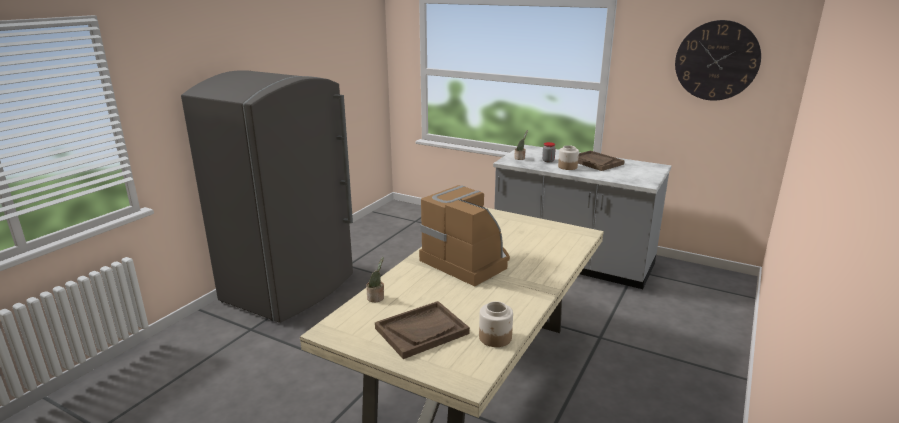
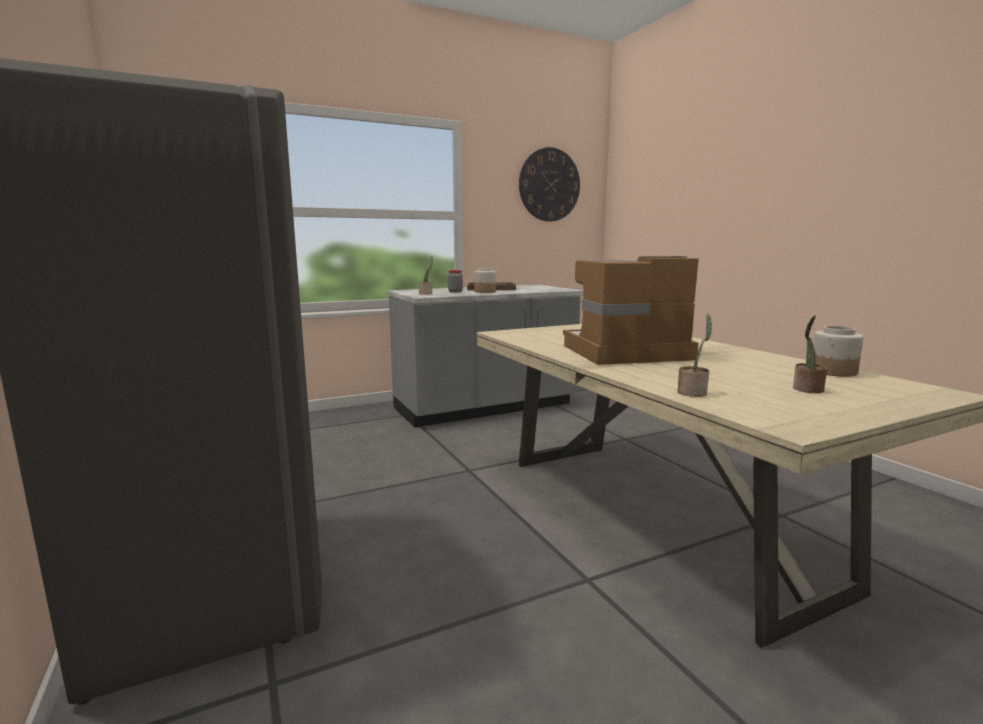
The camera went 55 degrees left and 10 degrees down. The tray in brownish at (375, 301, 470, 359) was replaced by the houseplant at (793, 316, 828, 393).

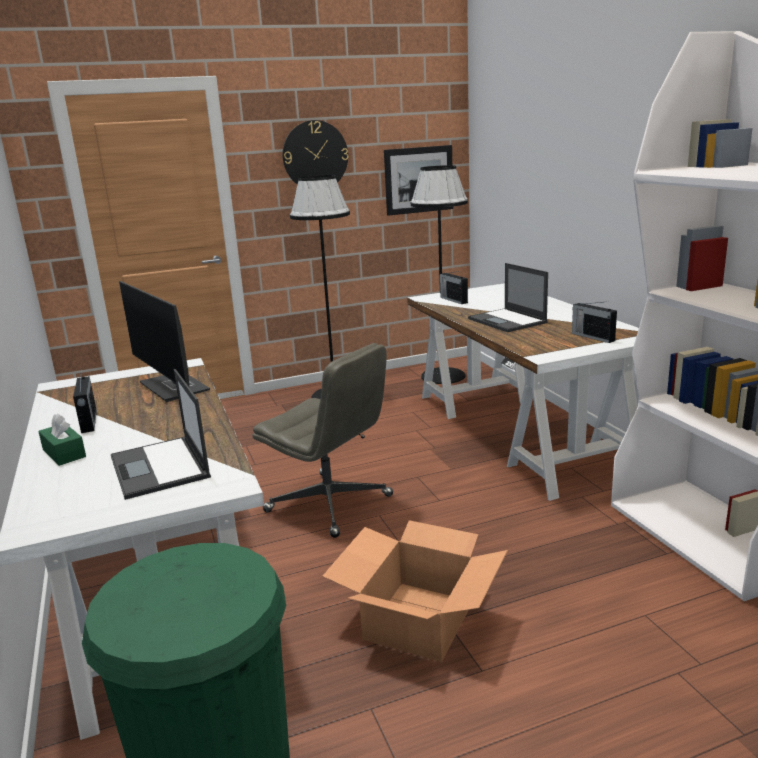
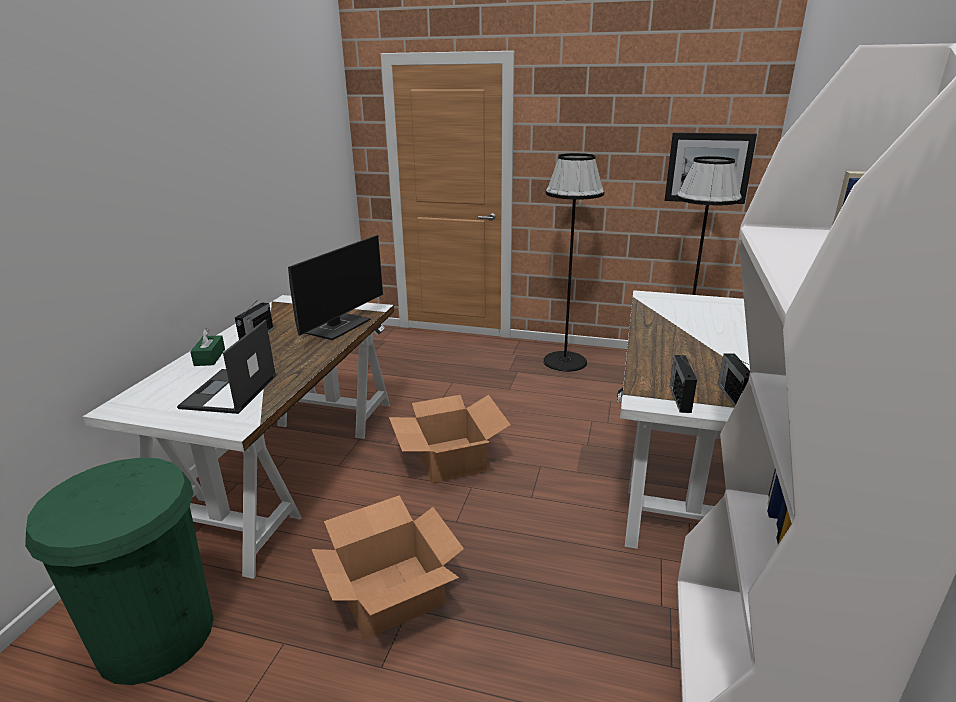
The camera went 35 degrees right and 5 degrees up. The computer display at (119, 281, 210, 402) turned 150 degrees counterclockwise. The office chair in greyish at (253, 343, 393, 538) was replaced by the packing box at (389, 395, 511, 483). The radio moved from (440, 271, 468, 304) to (670, 355, 697, 413). The wall clock at (283, 120, 348, 185) disappeared. The laptop at (468, 263, 548, 332) disappeared.

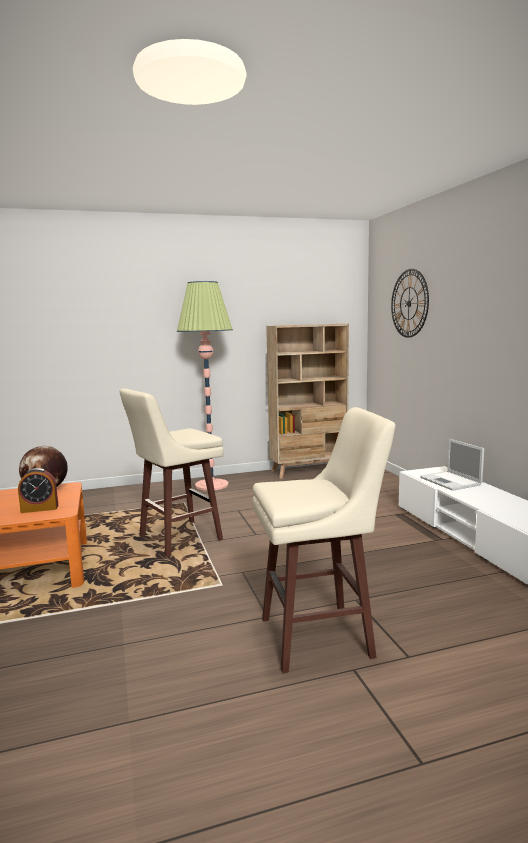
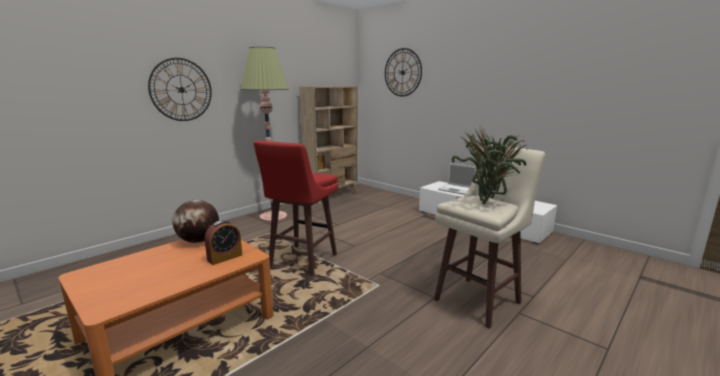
The camera went 30 degrees left and 5 degrees up. The wall clock at (148, 58, 212, 121) appeared. The stool in beige at (119, 388, 224, 556) became the stool in red-coloured at (254, 141, 338, 276). The houseplant at (452, 127, 526, 204) appeared.

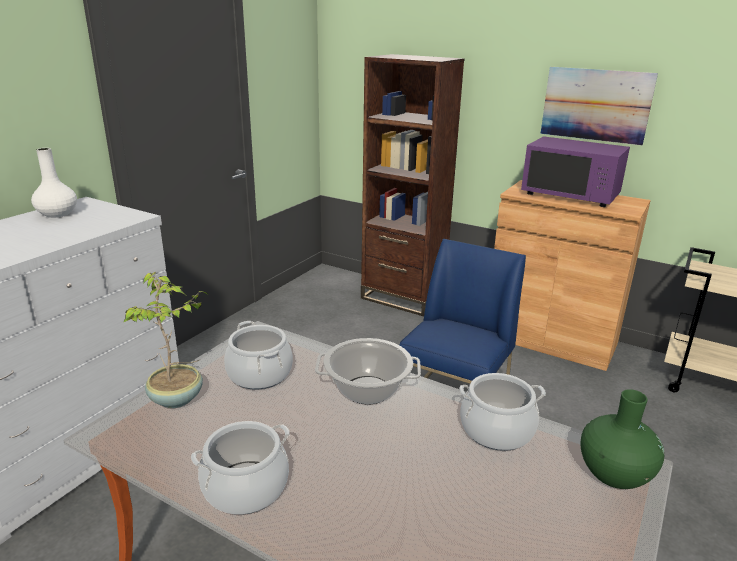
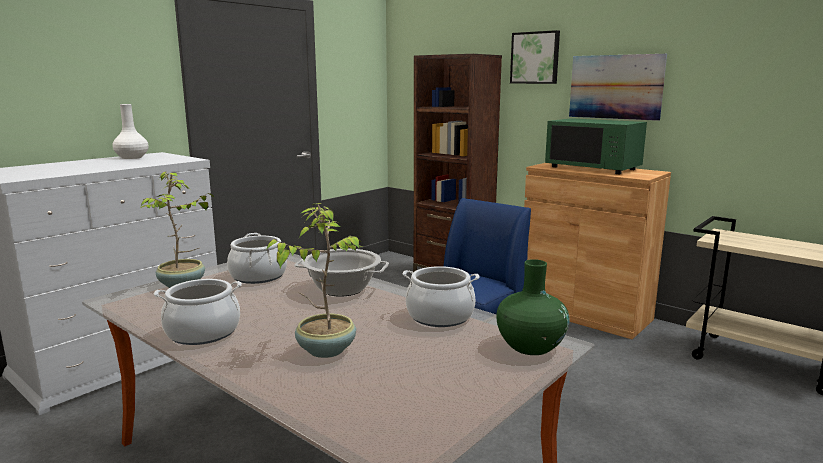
The camera went 10 degrees right and 10 degrees down. The houseplant at (266, 203, 363, 358) appeared. The picture at (510, 30, 560, 84) appeared. The microwave oven in purplish at (521, 136, 630, 207) became the microwave oven in green at (545, 118, 647, 174).

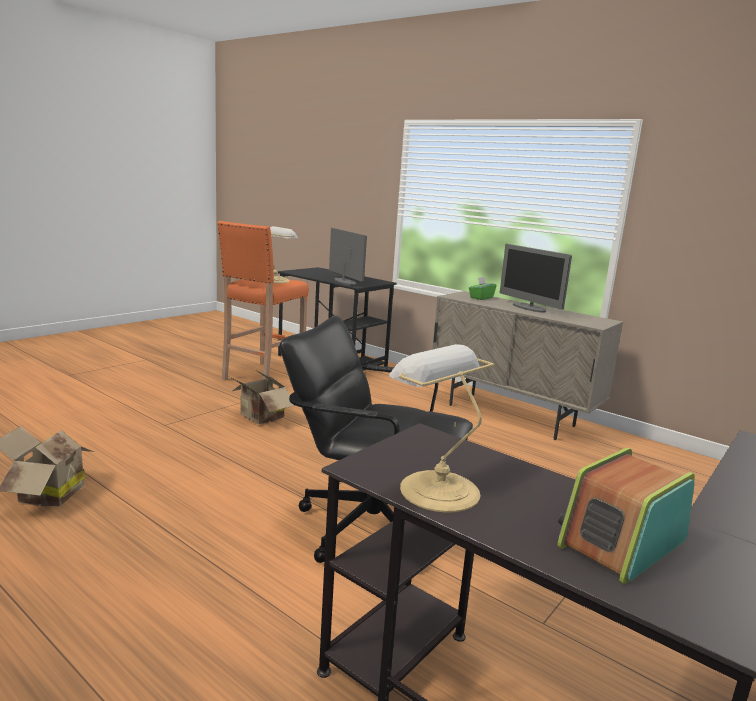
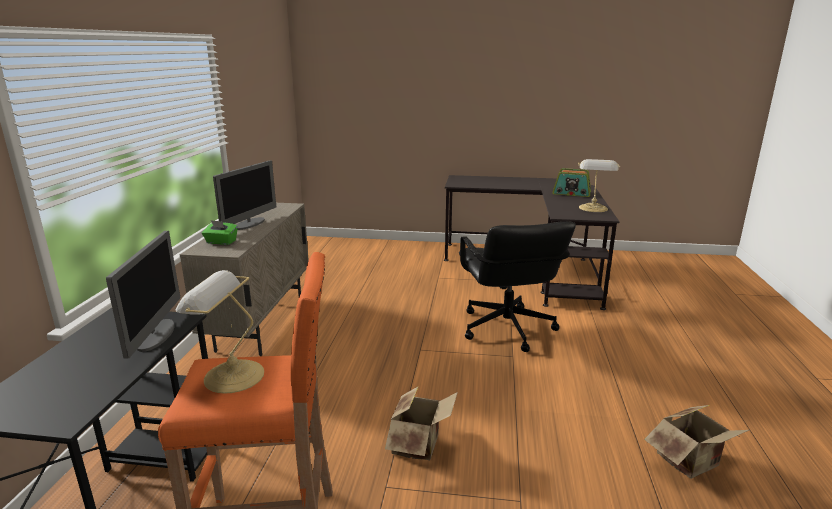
The camera went 120 degrees left and 5 degrees up. The computer display at (329, 228, 367, 285) turned 150 degrees clockwise.

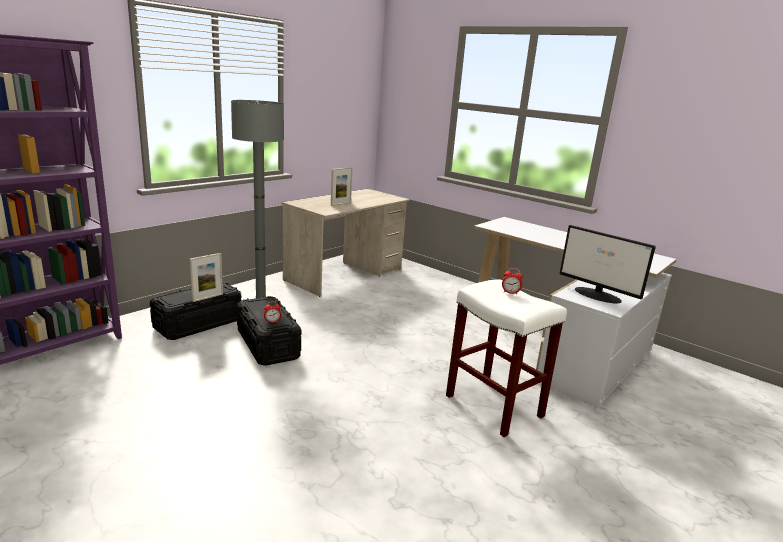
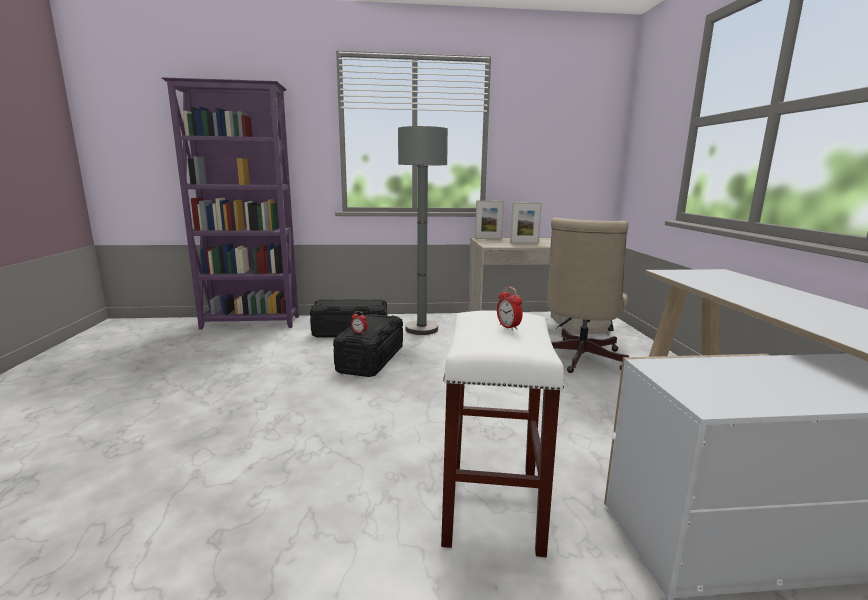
The camera went 45 degrees right and 5 degrees down. The picture frame moved from (189, 253, 223, 302) to (475, 200, 504, 239). The office chair in beige at (547, 218, 629, 373) appeared. The computer display at (560, 225, 656, 303) disappeared.

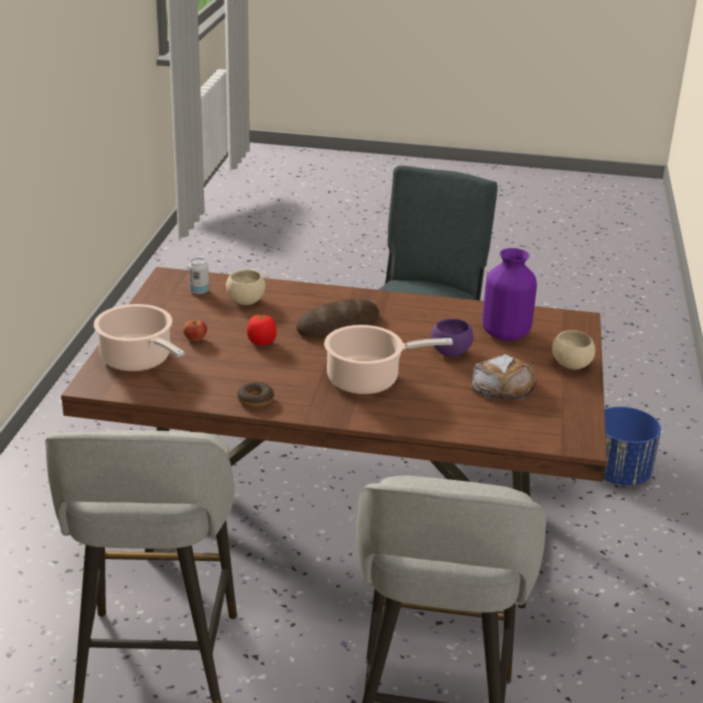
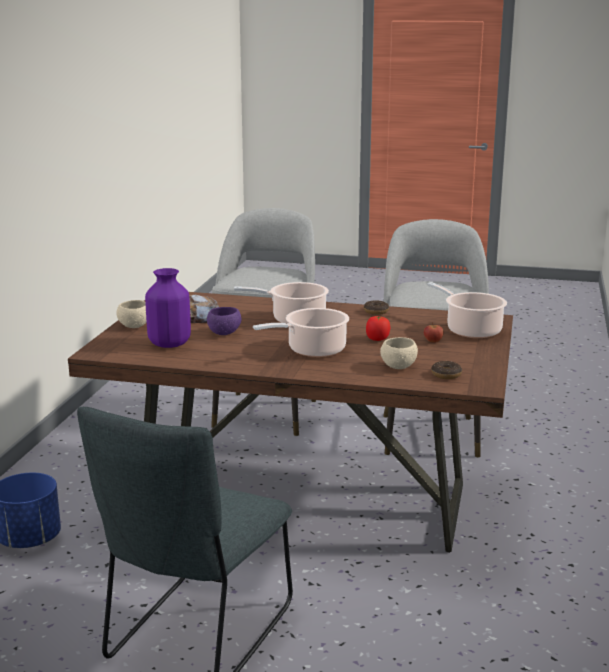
The camera went 175 degrees left and 10 degrees down. The baked bread at (296, 299, 379, 337) was replaced by the cooking pot at (253, 308, 349, 357). The can at (189, 258, 209, 294) was replaced by the ring doughnut at (431, 361, 462, 379).

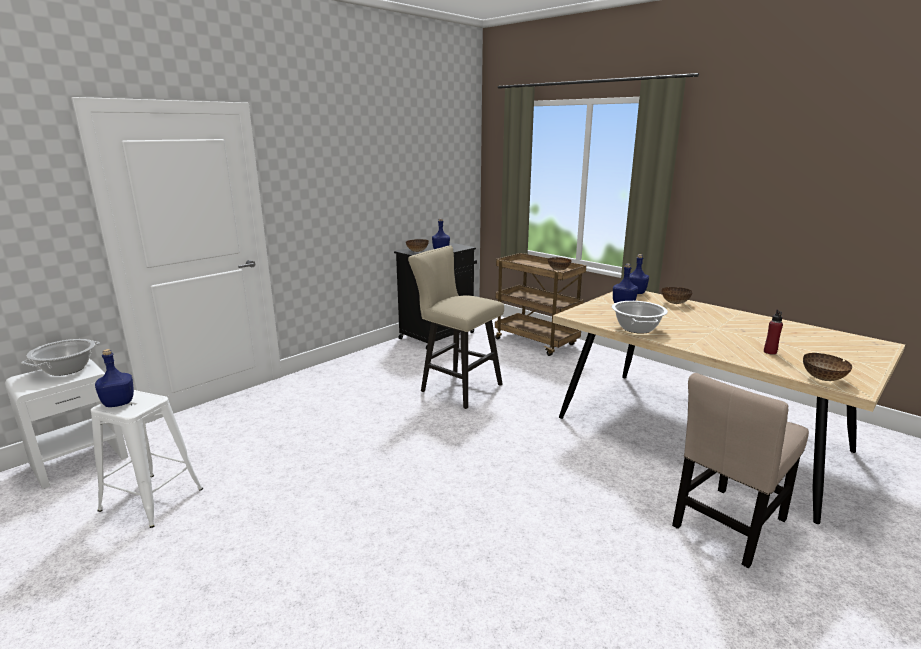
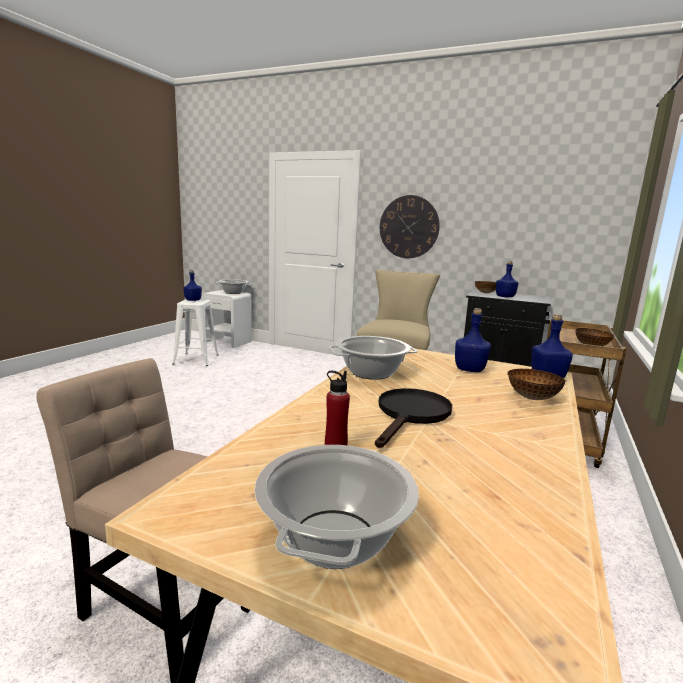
The camera went 70 degrees right and 5 degrees down. The cooking pot at (254, 445, 419, 569) appeared. The skillet in black-coloured at (375, 388, 452, 448) appeared. The wall clock at (380, 195, 440, 258) appeared. The bowl at (803, 353, 852, 381) disappeared.

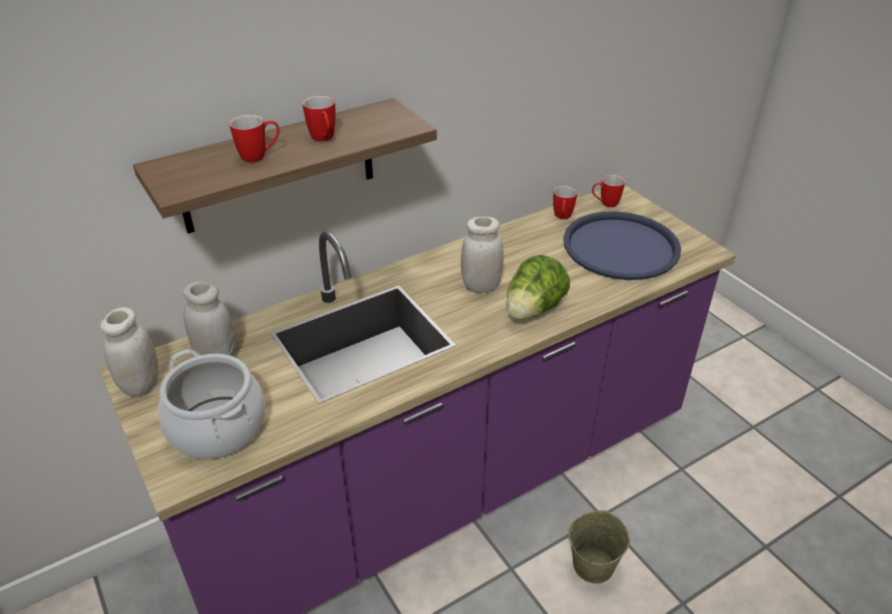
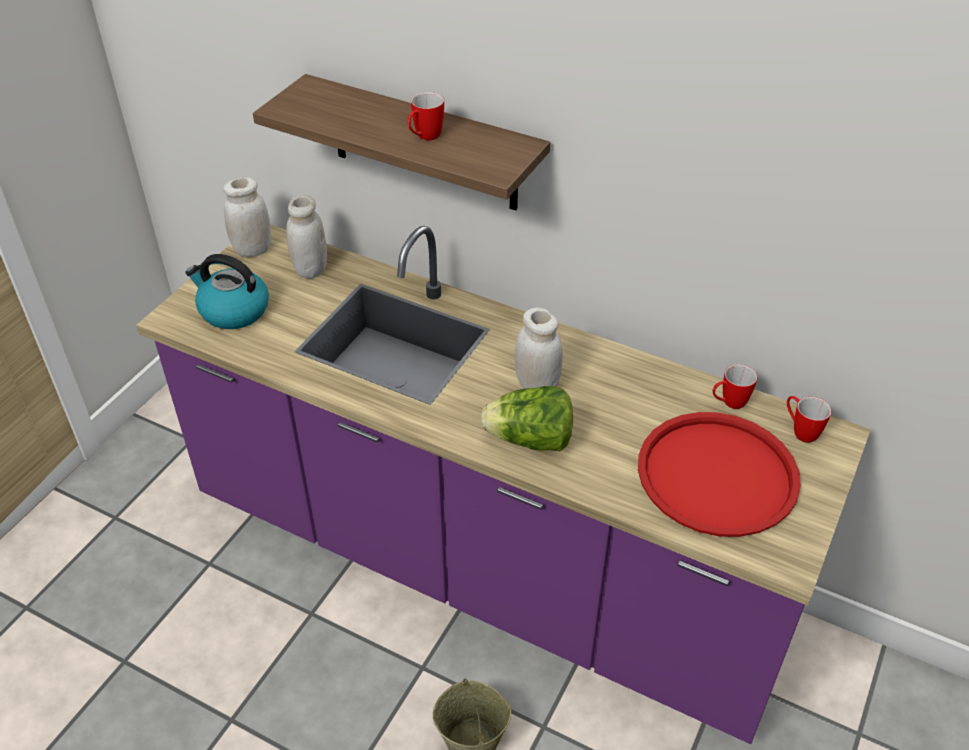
The camera went 60 degrees right and 5 degrees up. The cooking pot at (158, 349, 265, 459) was replaced by the kettle at (185, 254, 269, 329). The tray in blue at (563, 211, 681, 280) became the tray in red-coloured at (638, 412, 801, 537). The tea mug at (229, 115, 280, 162) disappeared.

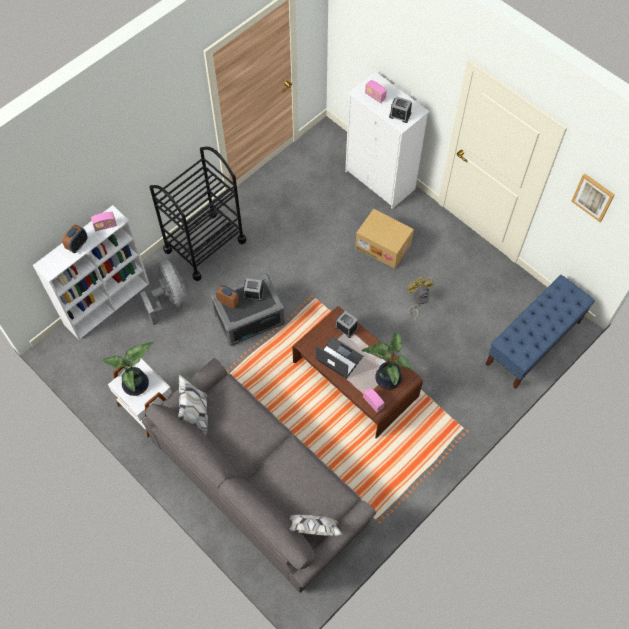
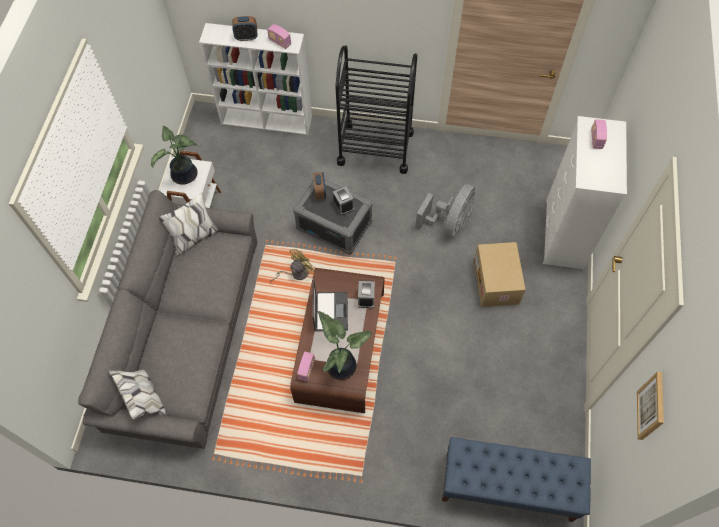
The camera went 55 degrees right and 0 degrees up. The electric fan in yellow moved from (407, 277, 434, 321) to (270, 249, 315, 282). The electric fan in greyish moved from (140, 259, 187, 325) to (415, 184, 475, 236). The table clock at (389, 96, 412, 123) disappeared.

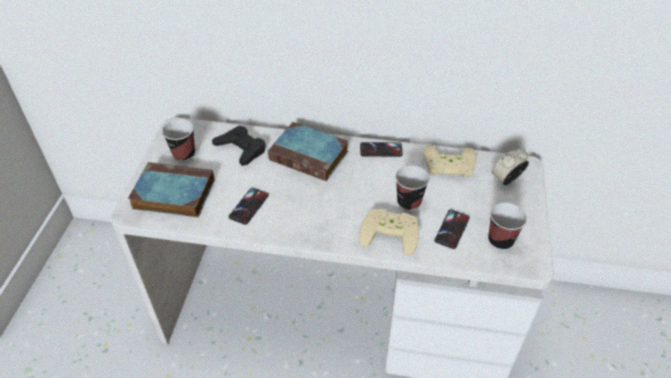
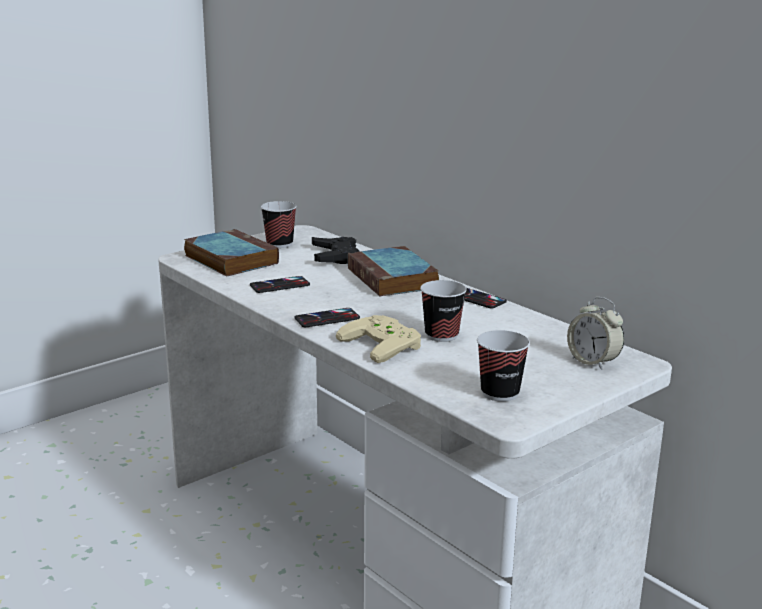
The camera went 40 degrees right and 25 degrees down. The telephone moved from (434, 210, 470, 249) to (295, 308, 360, 327). The table clock at (491, 148, 529, 185) turned 135 degrees counterclockwise. The gamepad in beige at (424, 145, 476, 177) disappeared.

